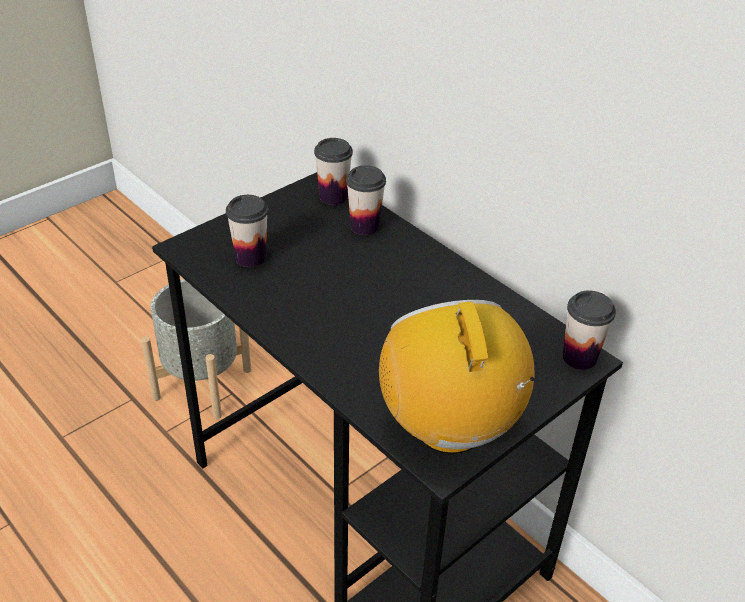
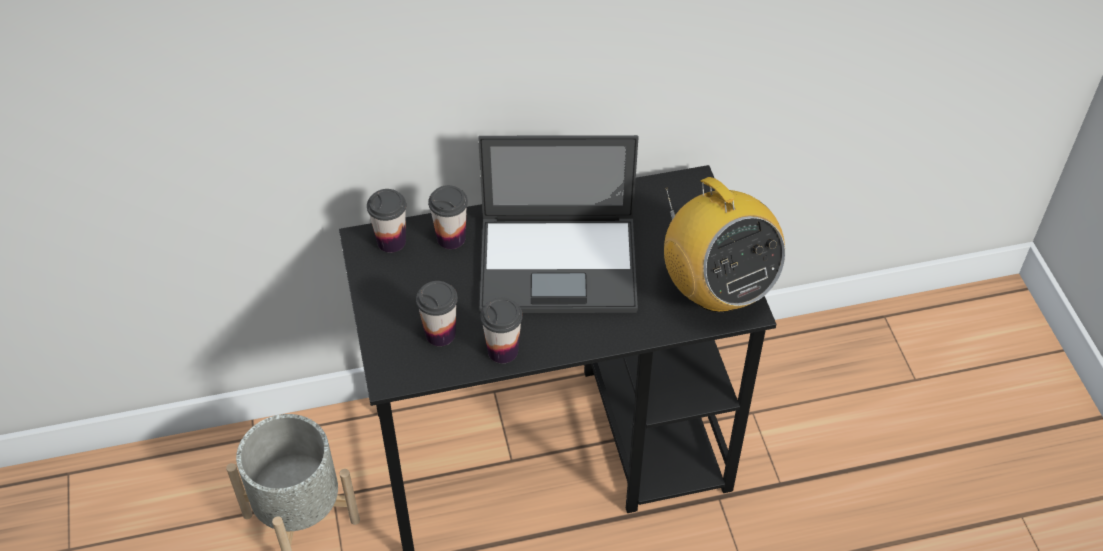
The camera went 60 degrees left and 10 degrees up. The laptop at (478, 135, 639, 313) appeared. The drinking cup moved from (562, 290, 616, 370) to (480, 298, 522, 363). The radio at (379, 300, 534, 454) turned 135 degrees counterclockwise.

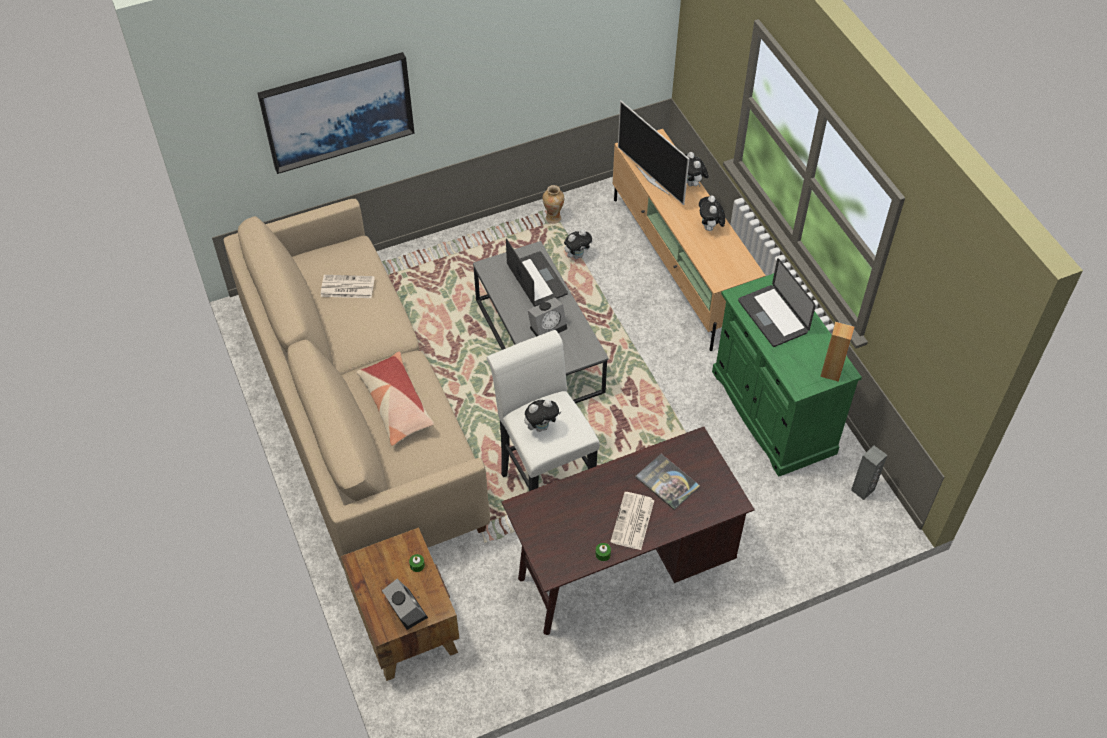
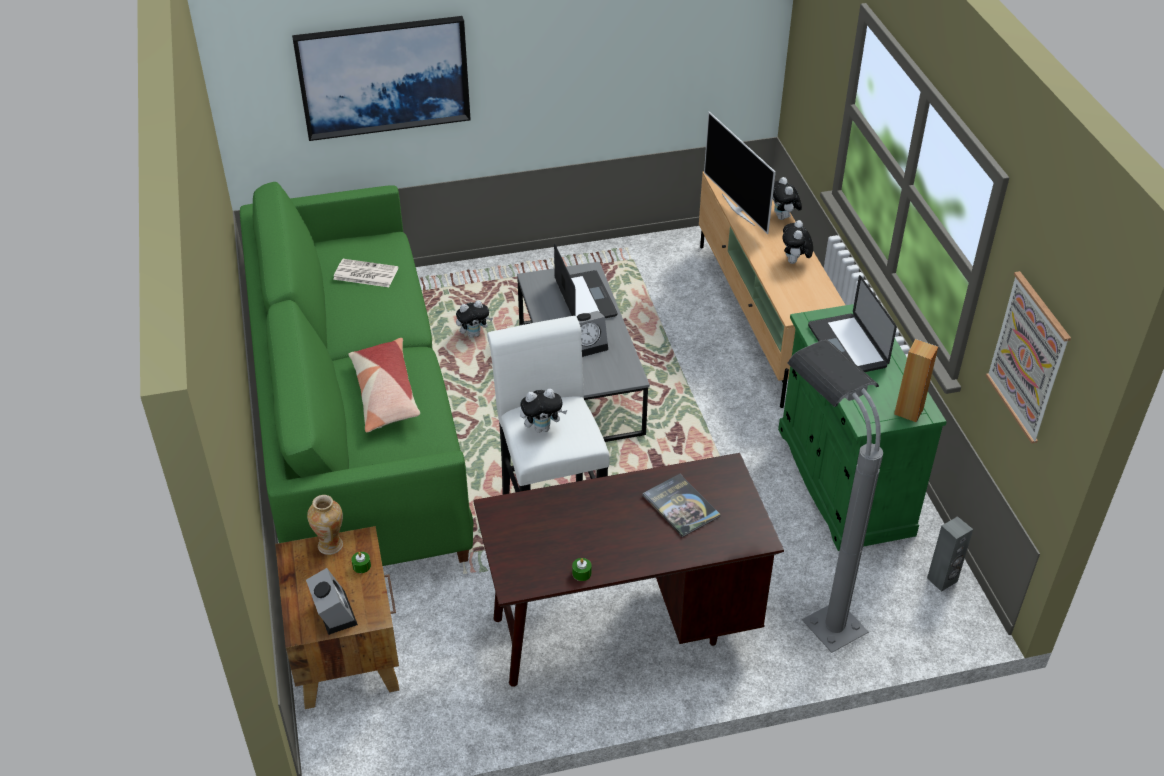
The camera went 10 degrees right and 10 degrees down. The couch in beige at (224, 199, 490, 571) became the couch in green at (240, 182, 473, 566). The decorative vase moved from (542, 185, 564, 224) to (307, 495, 343, 555). The cuddly toy moved from (564, 229, 593, 259) to (456, 300, 493, 338). The standard lamp in greyish at (788, 340, 883, 653) appeared. The picture at (986, 271, 1071, 444) appeared. The newspaper at (610, 492, 654, 550) disappeared.

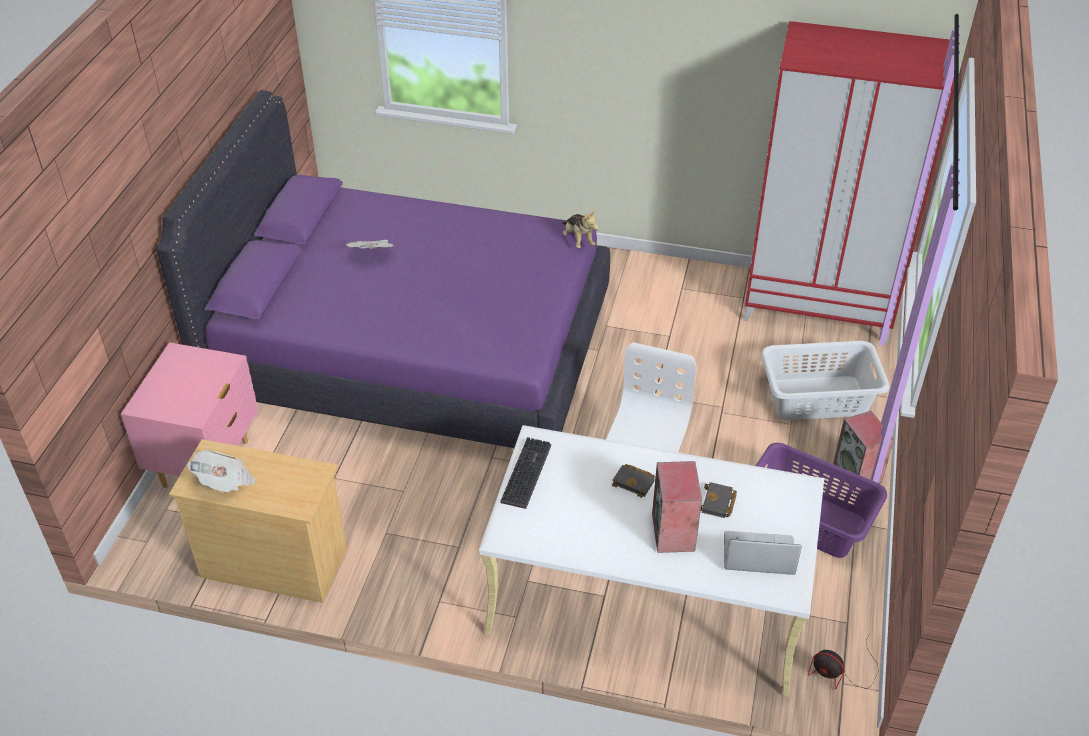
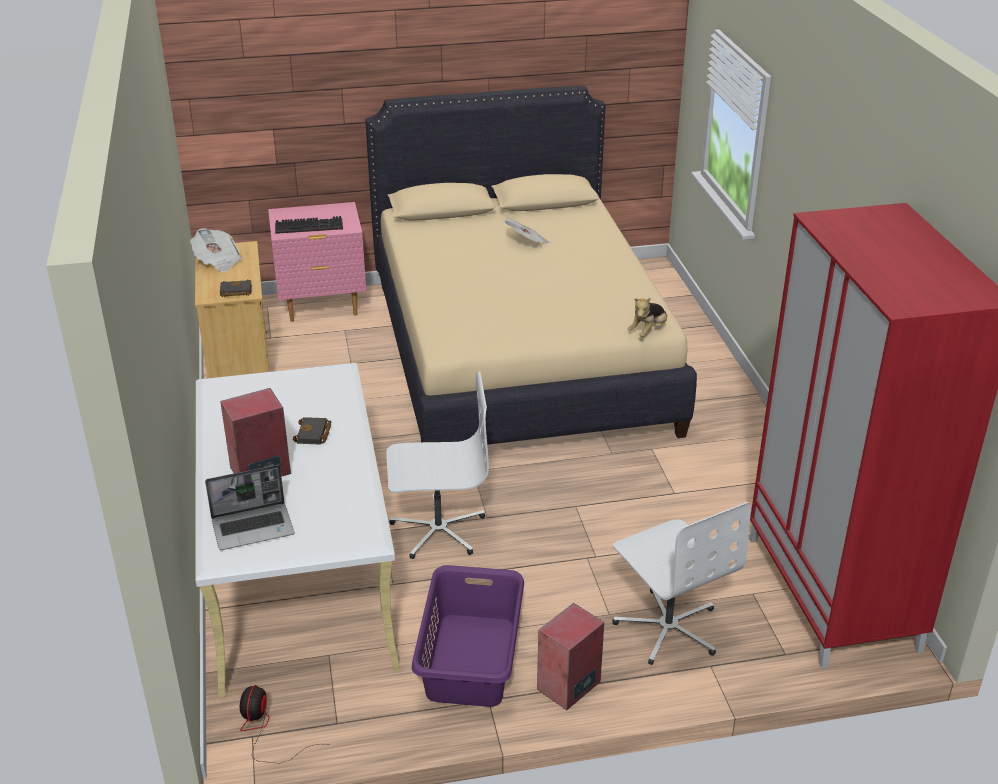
The camera went 65 degrees right and 10 degrees down. The laptop at (724, 531, 802, 575) turned 90 degrees clockwise. The bound book in black-coloured moved from (701, 482, 737, 518) to (220, 279, 252, 297). The computer keyboard moved from (500, 437, 551, 509) to (275, 216, 343, 234). The bed in purplish at (156, 90, 610, 448) became the bed in beige at (365, 85, 697, 445). The laundry basket in greyish at (761, 341, 889, 420) was replaced by the office chair in whitish at (612, 502, 751, 665).

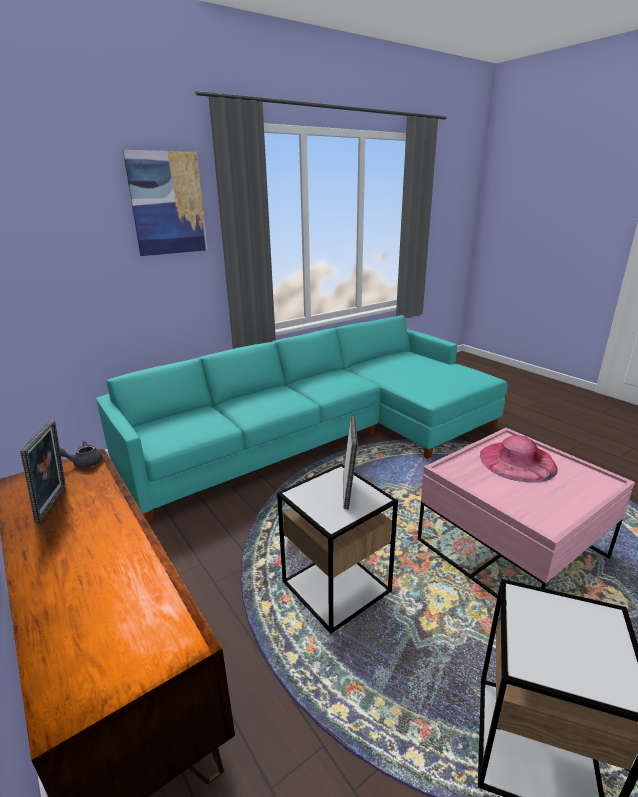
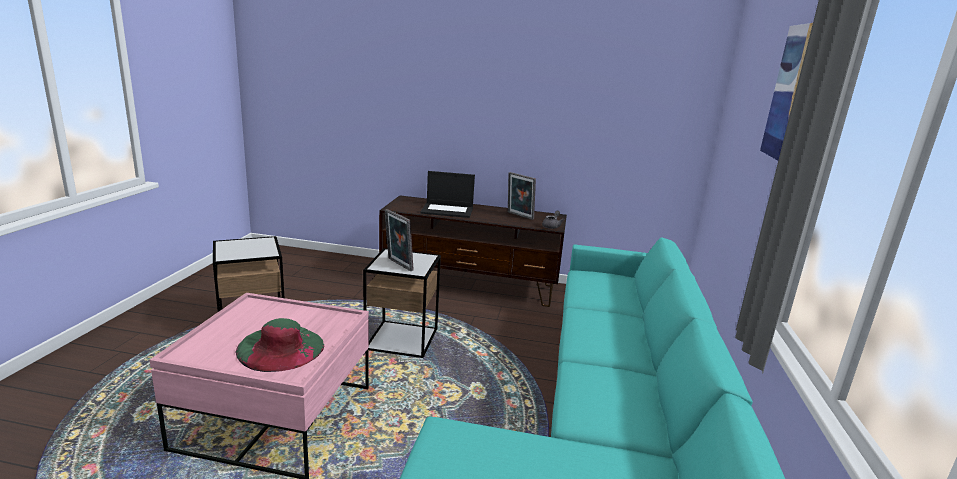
The camera went 135 degrees right and 5 degrees down. The wearable hat in pinkish at (480, 435, 558, 483) became the wearable hat in green at (235, 318, 324, 372). The laptop at (420, 171, 475, 218) appeared.

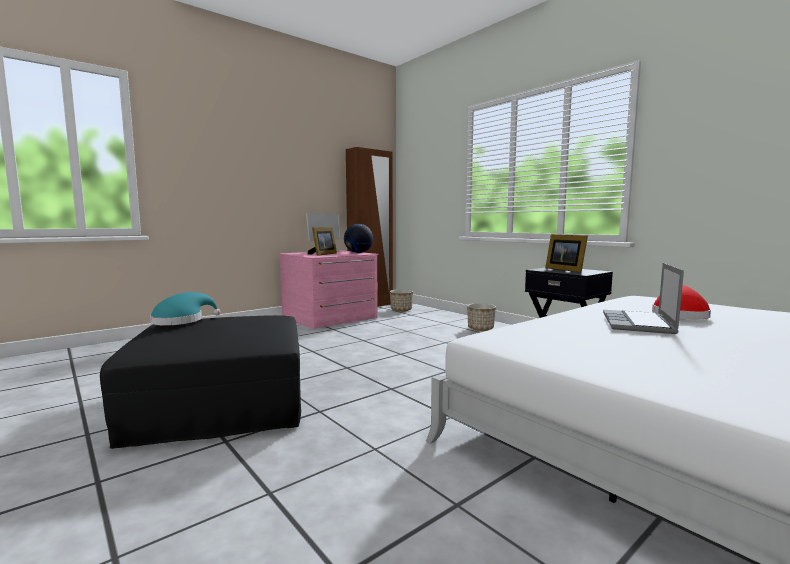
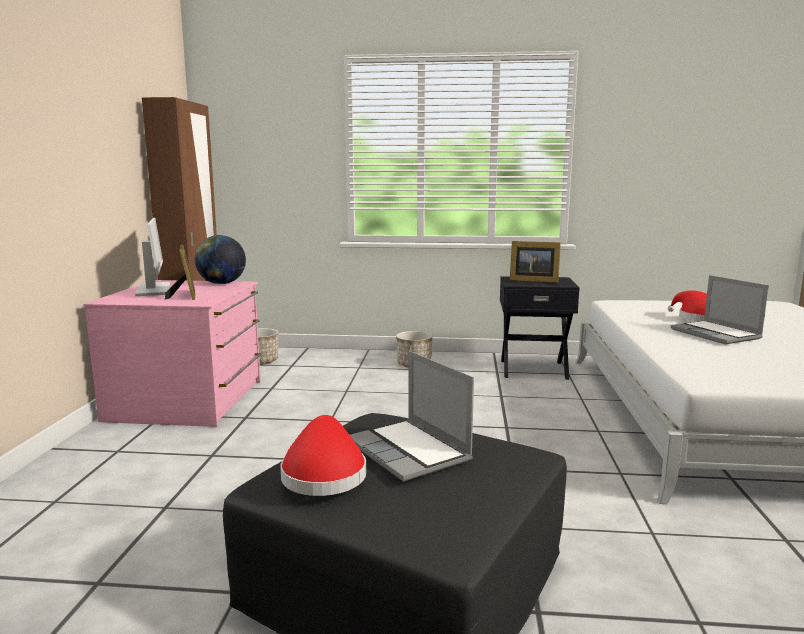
The camera went 45 degrees left and 5 degrees up. The wearable hat in turquoise at (150, 292, 221, 325) became the wearable hat in red-coloured at (281, 415, 366, 496). The laptop at (350, 351, 474, 482) appeared.

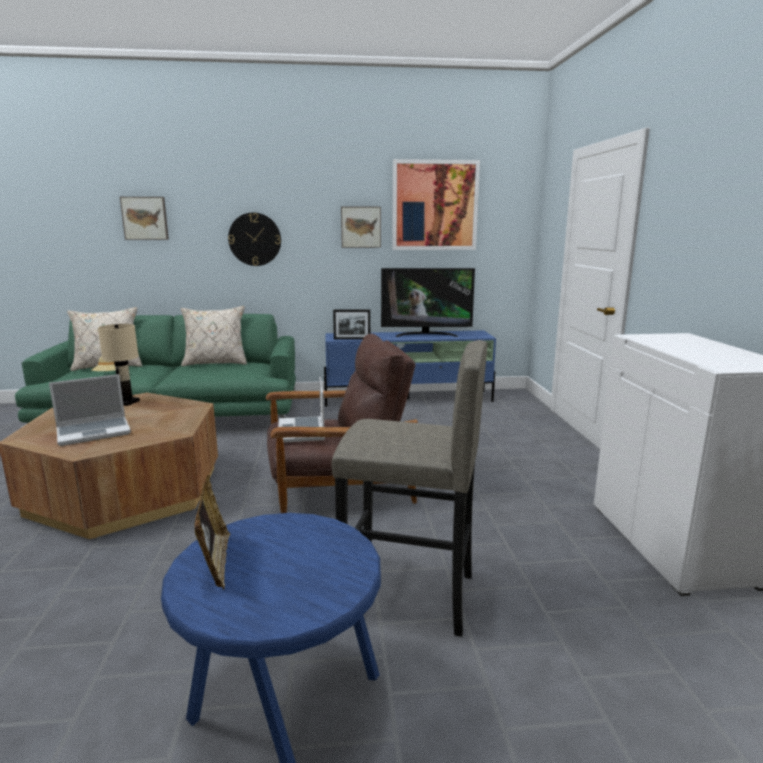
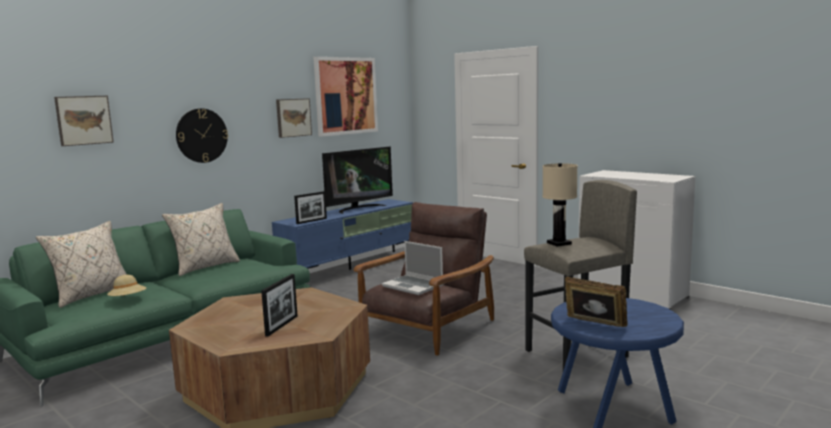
The camera went 40 degrees left and 5 degrees down. The laptop at (49, 374, 131, 446) was replaced by the picture frame at (261, 274, 298, 337). The tabletop lamp in beige moved from (98, 324, 140, 406) to (542, 163, 578, 247).

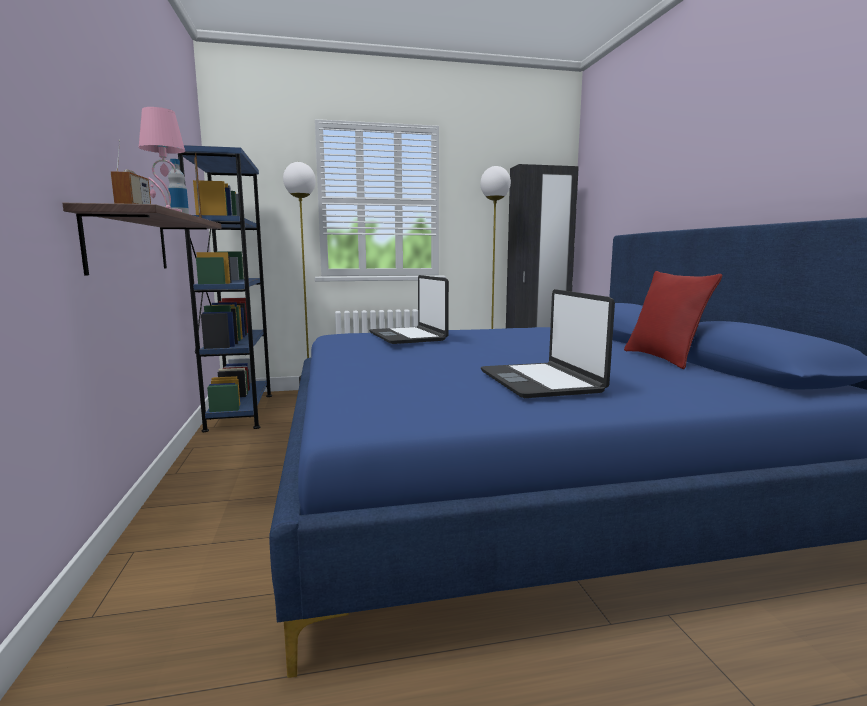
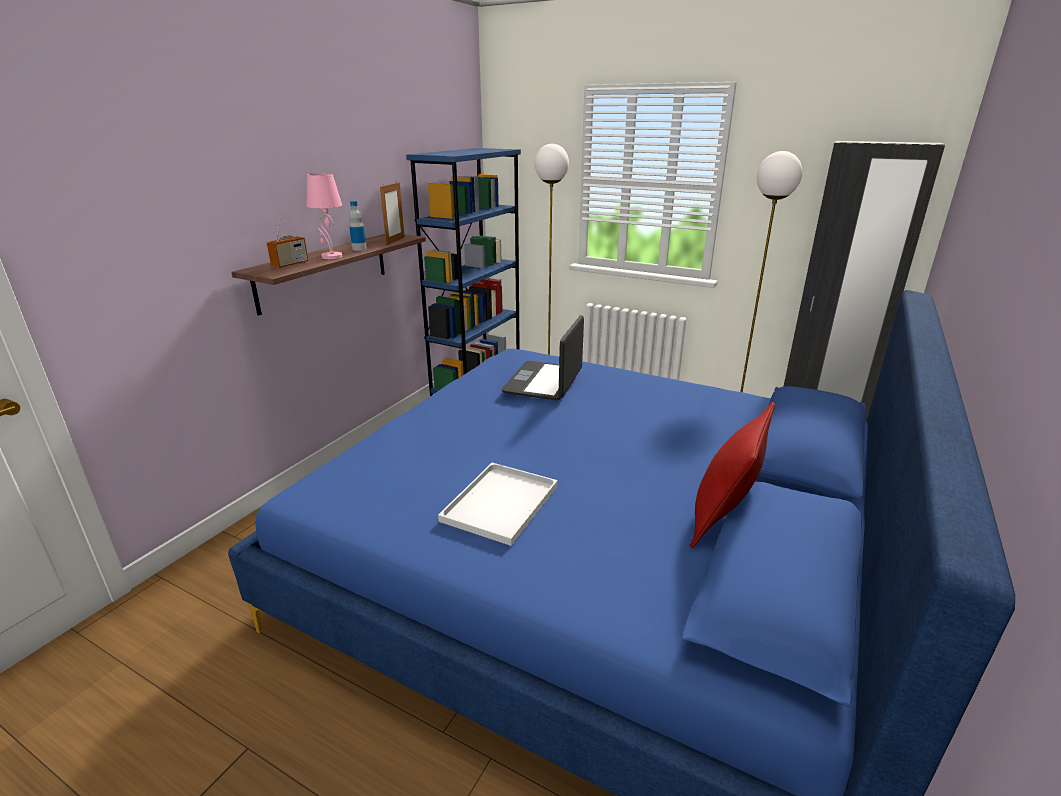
The camera went 40 degrees right and 15 degrees up. The laptop at (481, 289, 615, 398) was replaced by the tray in whitish at (438, 463, 558, 546).

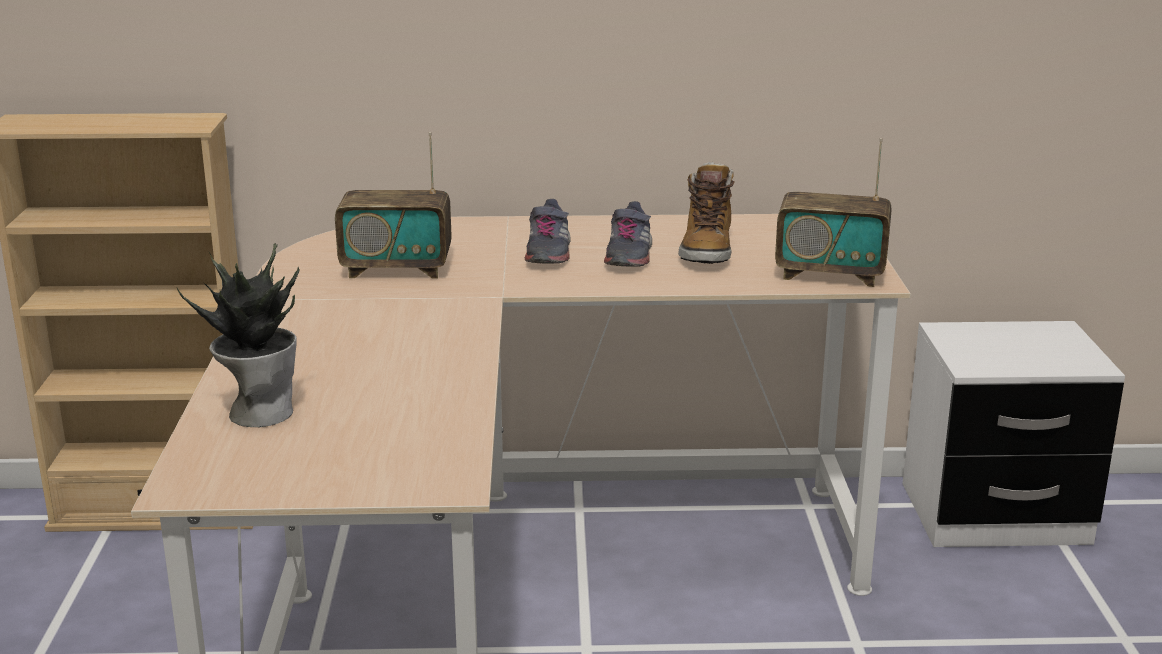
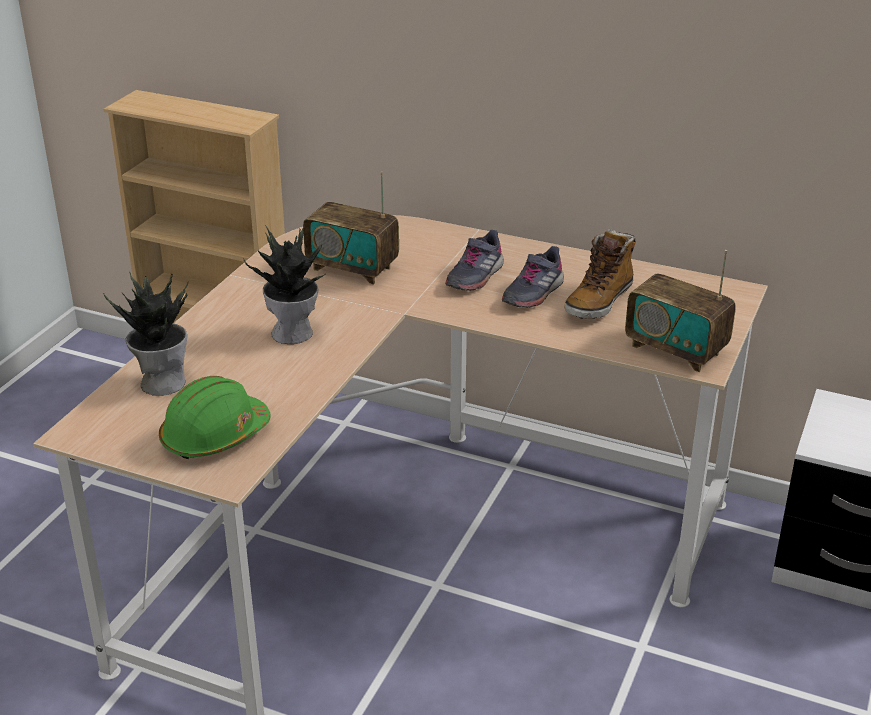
The camera went 25 degrees right and 10 degrees up. The hard hat in green at (159, 376, 271, 459) appeared. The houseplant at (243, 225, 325, 344) appeared.

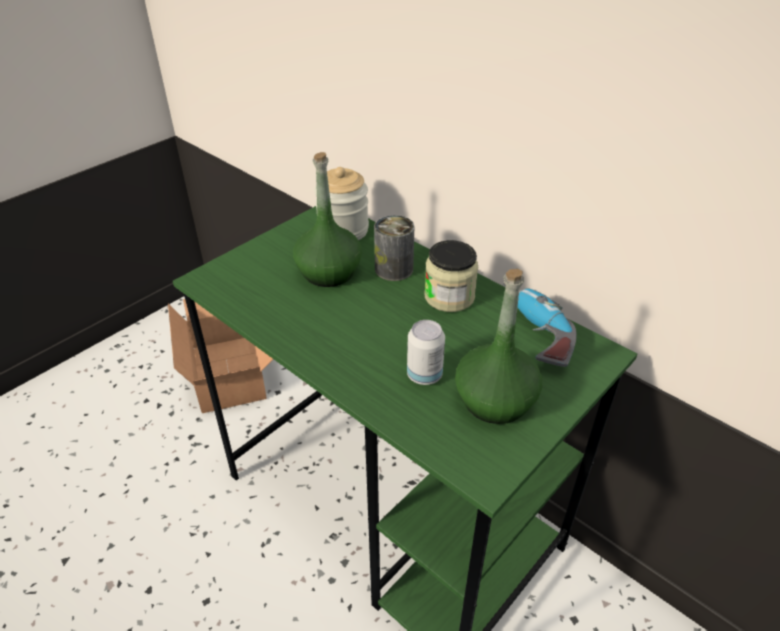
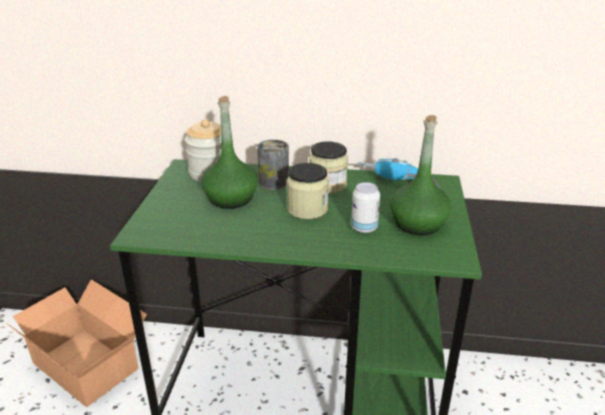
The camera went 35 degrees left and 10 degrees down. The preserve jar at (287, 163, 329, 219) appeared.

